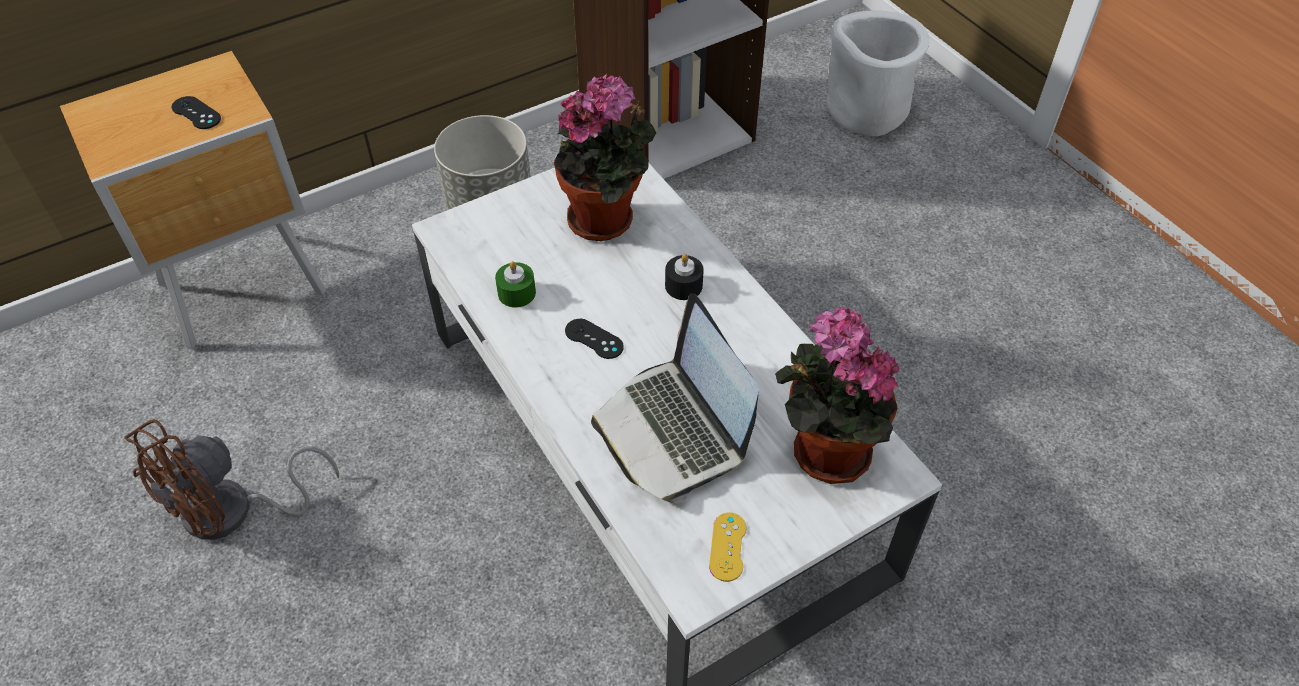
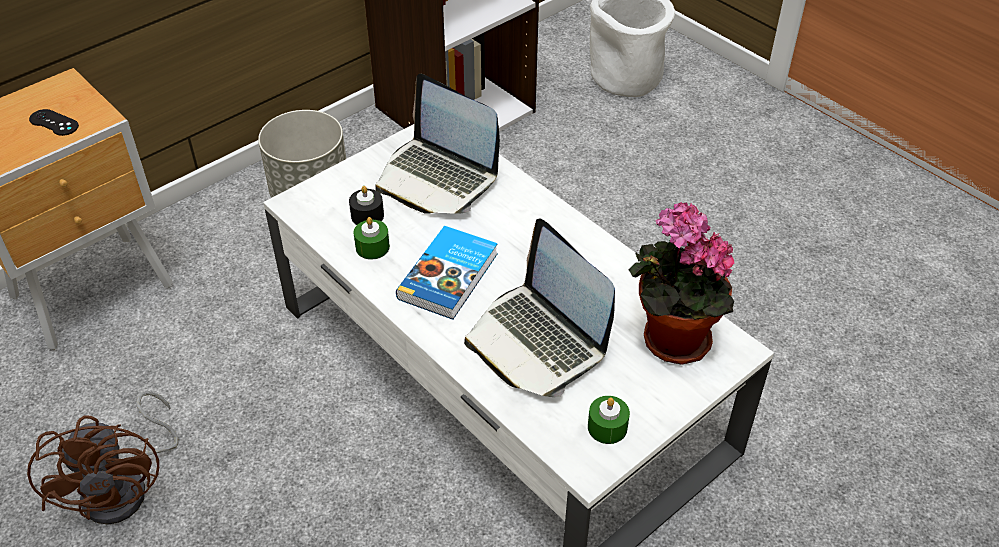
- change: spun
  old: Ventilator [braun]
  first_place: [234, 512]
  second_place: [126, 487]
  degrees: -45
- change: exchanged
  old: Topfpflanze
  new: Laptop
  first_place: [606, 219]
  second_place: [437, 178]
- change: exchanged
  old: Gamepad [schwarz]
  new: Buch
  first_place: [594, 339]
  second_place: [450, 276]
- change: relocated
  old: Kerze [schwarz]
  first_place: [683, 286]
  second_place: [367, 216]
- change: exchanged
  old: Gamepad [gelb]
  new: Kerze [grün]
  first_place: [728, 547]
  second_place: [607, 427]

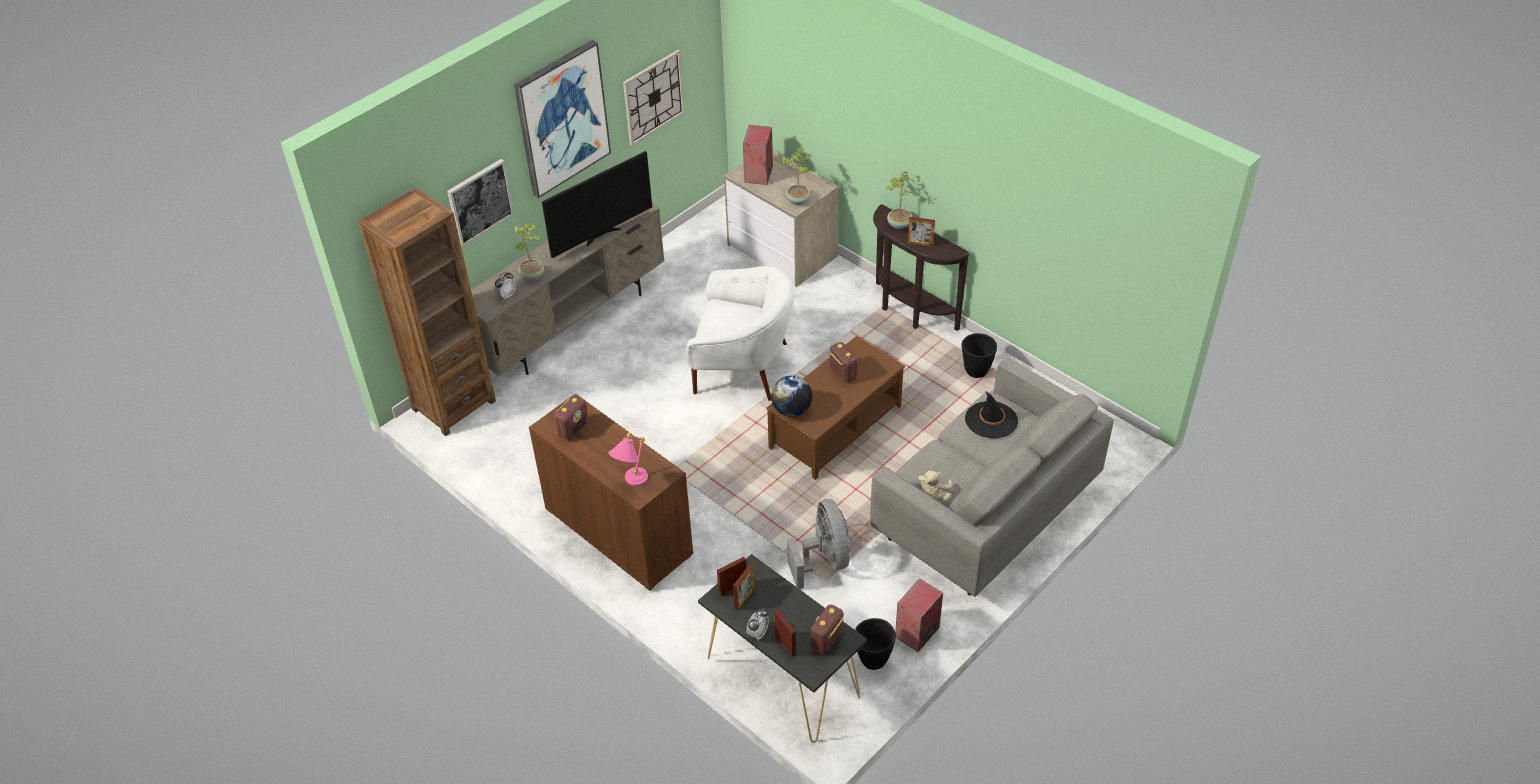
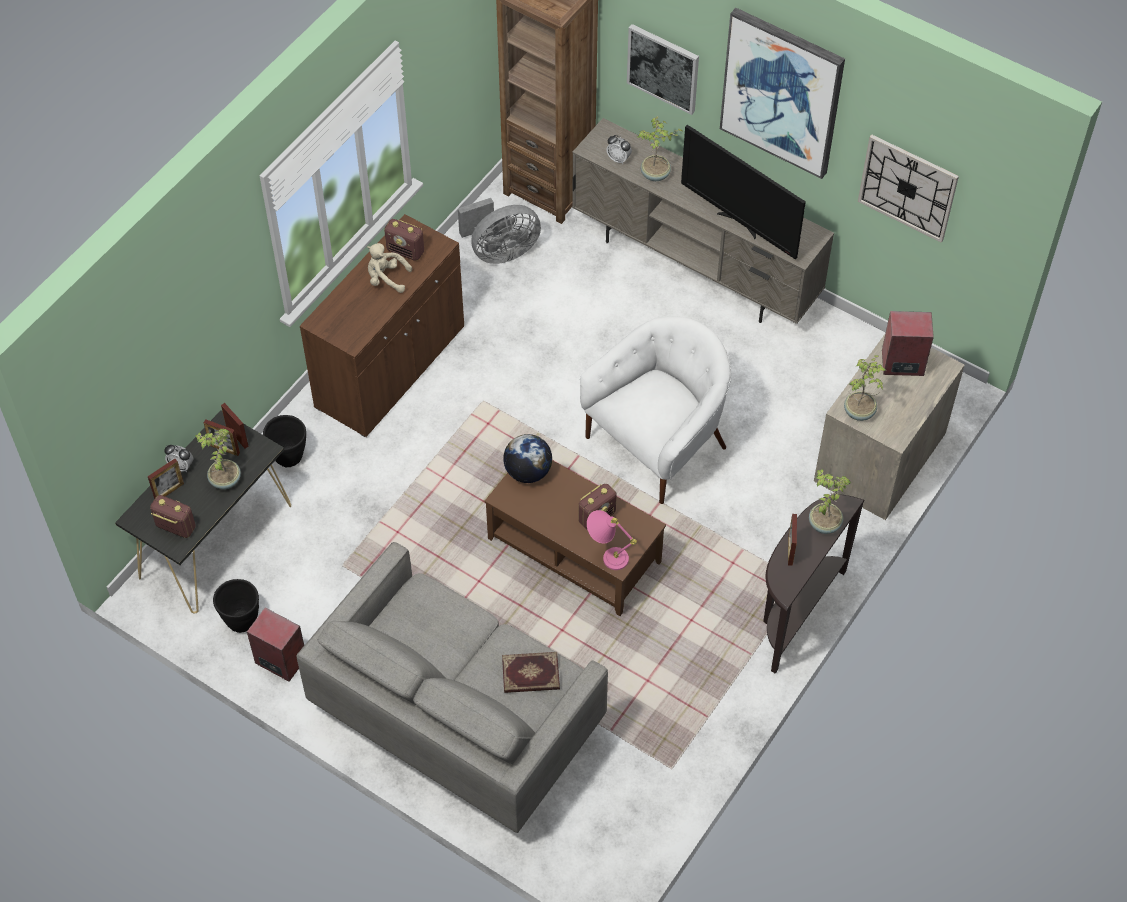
- change: relocated
  old: Tischlampe [rosa]
  first_place: [631, 483]
  second_place: [606, 556]
- change: spun
  old: Sessel [weiß]
  first_place: [742, 367]
  second_place: [658, 442]
  degrees: -135
- change: relocated
  old: Ventilator [grau]
  first_place: [824, 560]
  second_place: [500, 251]
- change: relocated
  old: Plüschtier [beige]
  first_place: [933, 496]
  second_place: [386, 278]
- change: relocated
  old: Pflanzkübel [schwarz]
  first_place: [976, 371]
  second_place: [289, 457]
- change: exchanged
  old: Hut [schwarz]
  new: Buch
  first_place: [991, 420]
  second_place: [530, 675]
- change: appeared
  new: Topfpflanze
  second_place: [224, 480]

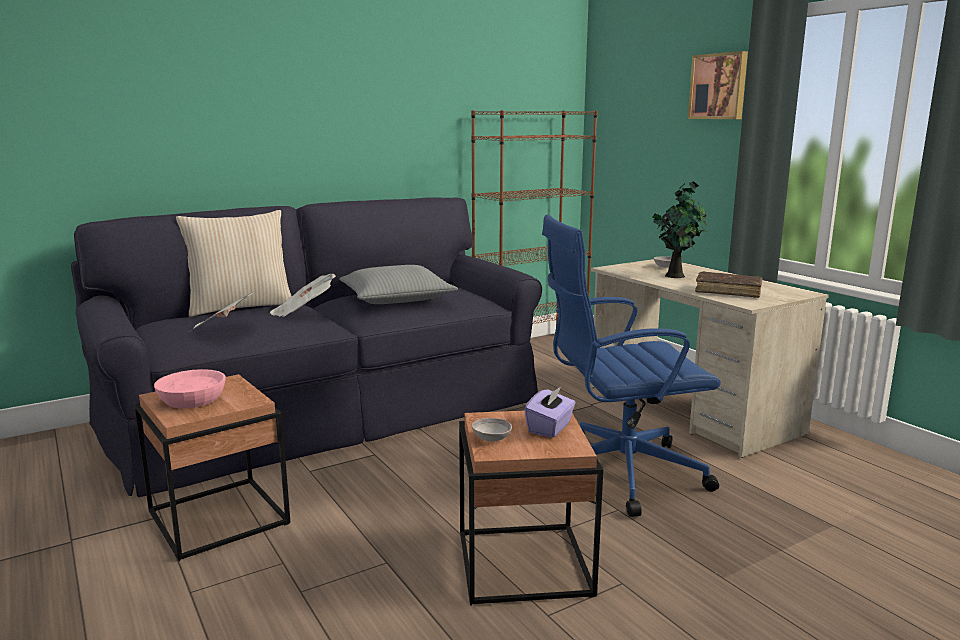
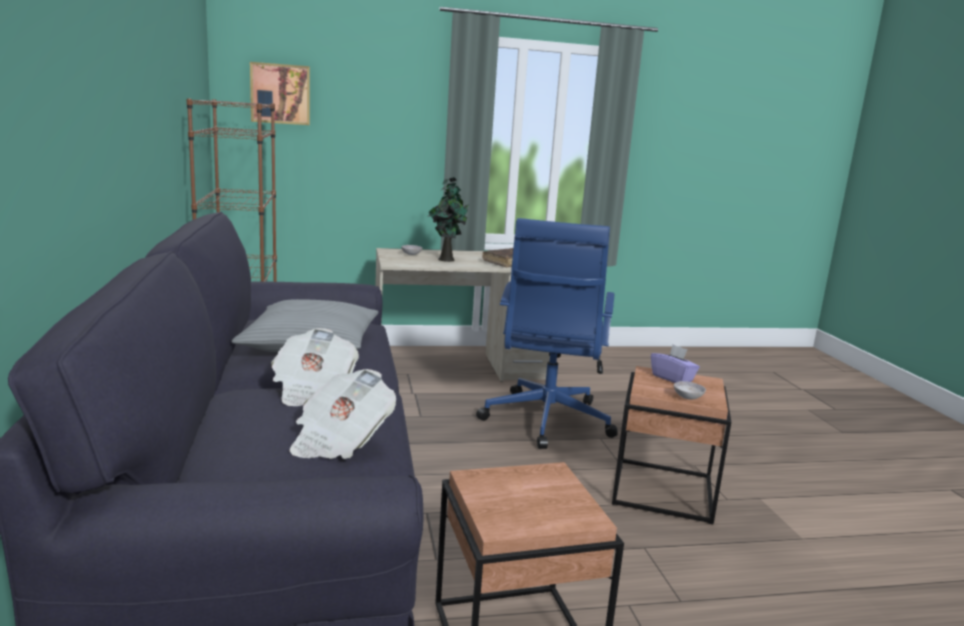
- change: missing
  old: Schüssel [rosa]
  first_place: [193, 400]
- change: missing
  old: Kissen [beige]
  first_place: [240, 307]
- change: relocated
  old: Bild
  first_place: [719, 86]
  second_place: [280, 94]

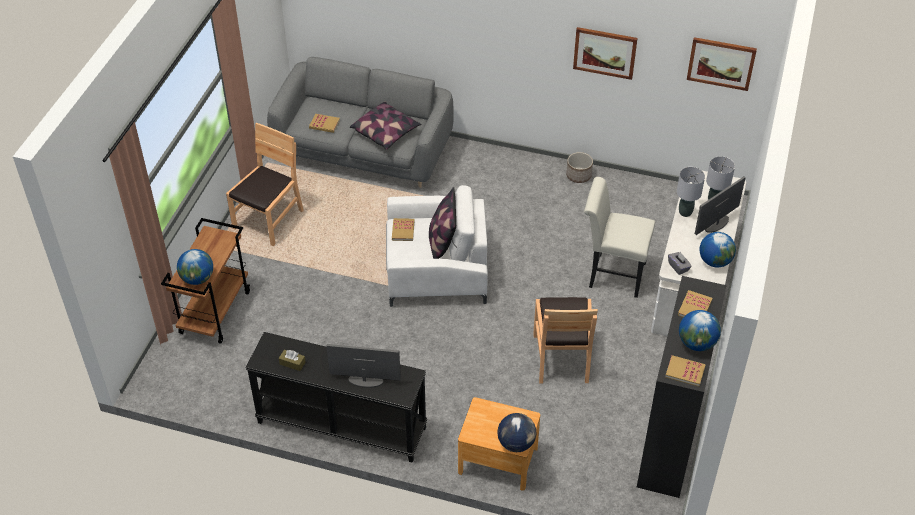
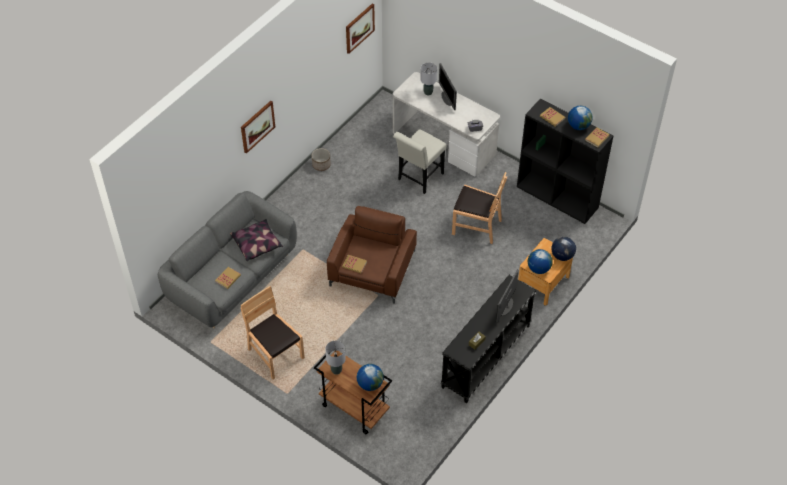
- change: colour
  old: Sessel [weiß]
  new: Sessel [braun]
  first_place: [436, 270]
  second_place: [372, 268]
- change: missing
  old: Kissen
  first_place: [442, 242]
- change: relocated
  old: Bild
  first_place: [605, 52]
  second_place: [257, 126]
- change: relocated
  old: Tischlampe [grau]
  first_place: [685, 212]
  second_place: [336, 370]
- change: relocated
  old: Globus
  first_place: [715, 261]
  second_place: [538, 269]

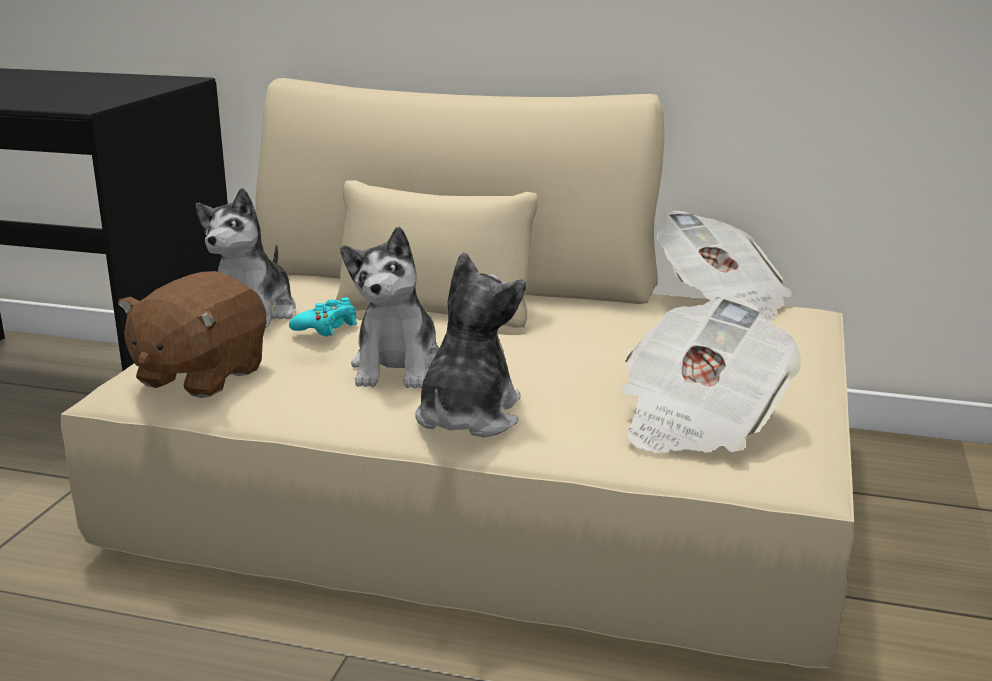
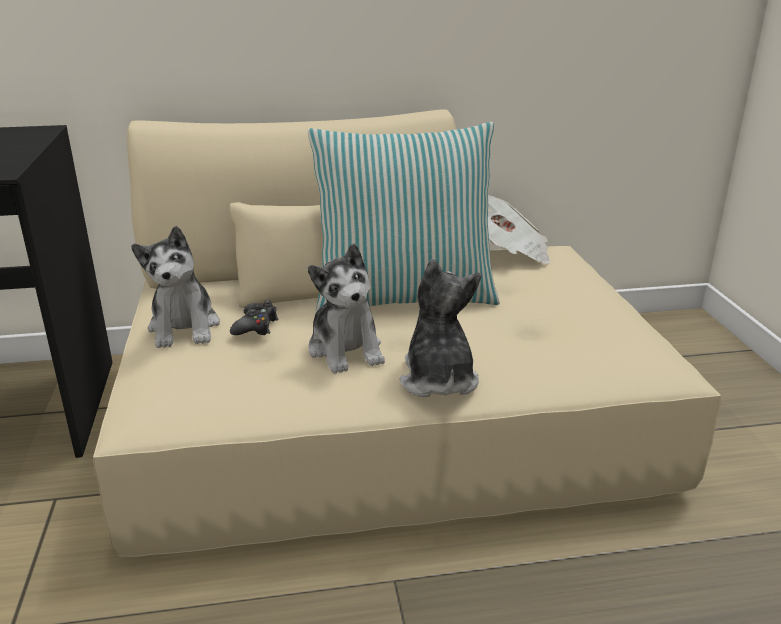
- change: missing
  old: Plüschtier [braun]
  first_place: [199, 376]
- change: colour
  old: Gamepad [türkis]
  new: Gamepad [schwarz]
  first_place: [326, 327]
  second_place: [256, 326]
- change: missing
  old: Zeitung
  first_place: [698, 421]
- change: appeared
  new: Kissen
  second_place: [404, 296]

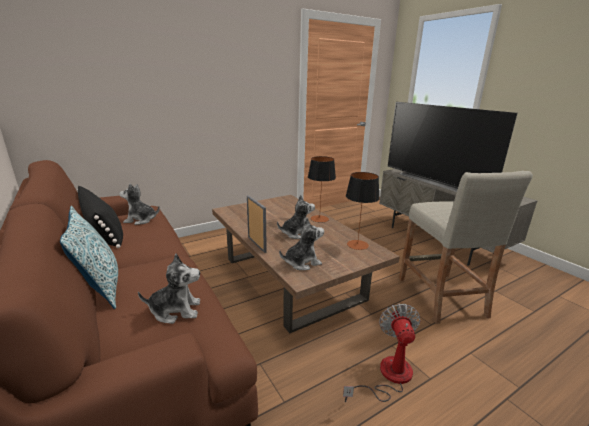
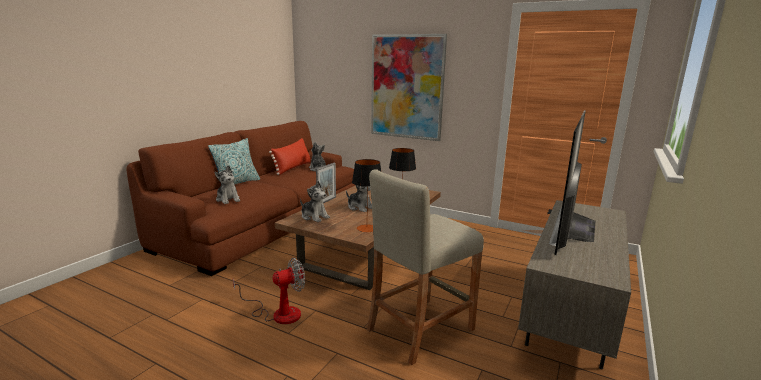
- change: colour
  old: Kissen [schwarz]
  new: Kissen [rot]
  first_place: [104, 232]
  second_place: [293, 168]
- change: appeared
  new: Bild
  second_place: [406, 87]

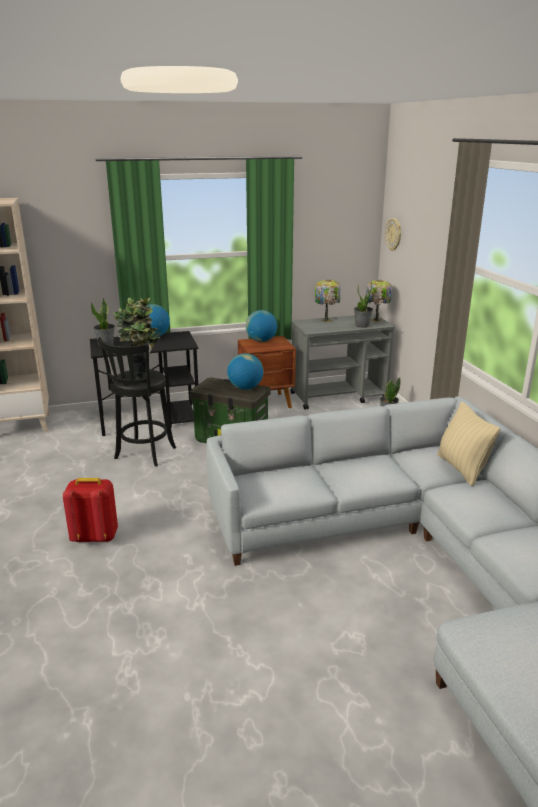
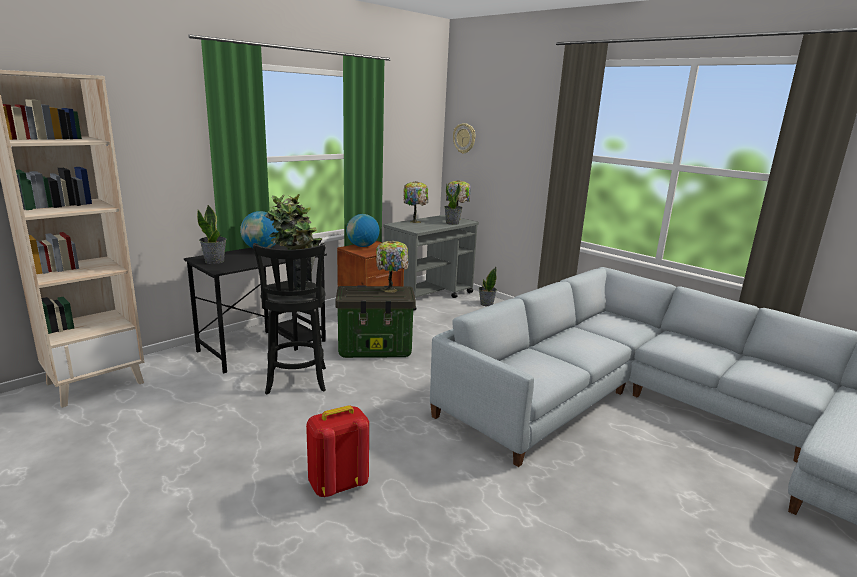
- change: exchanged
  old: Globus
  new: Tischlampe
  first_place: [245, 388]
  second_place: [391, 290]
- change: missing
  old: Kissen [beige]
  first_place: [462, 469]

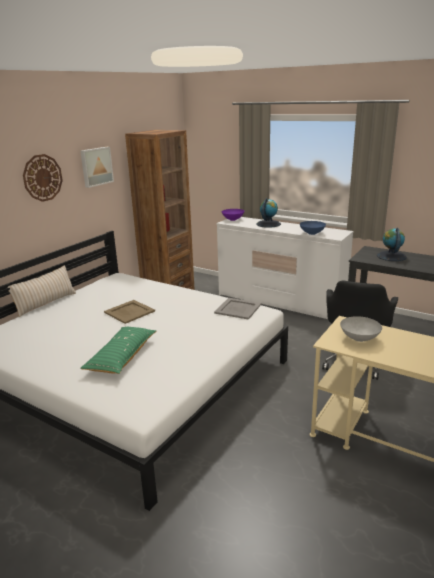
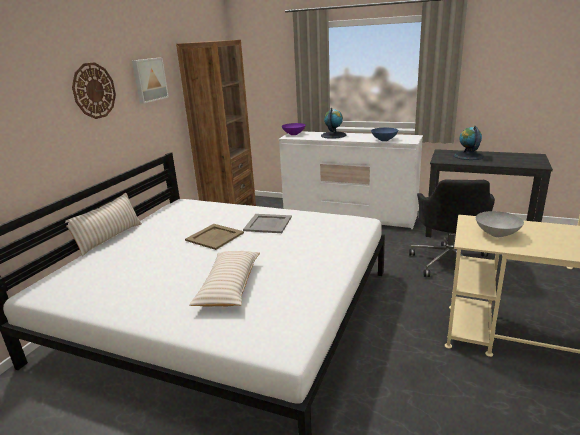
- change: colour
  old: Kissen [grün]
  new: Kissen [beige]
  first_place: [122, 357]
  second_place: [229, 286]
- change: relocated
  old: Tablett [grau]
  first_place: [238, 309]
  second_place: [268, 224]

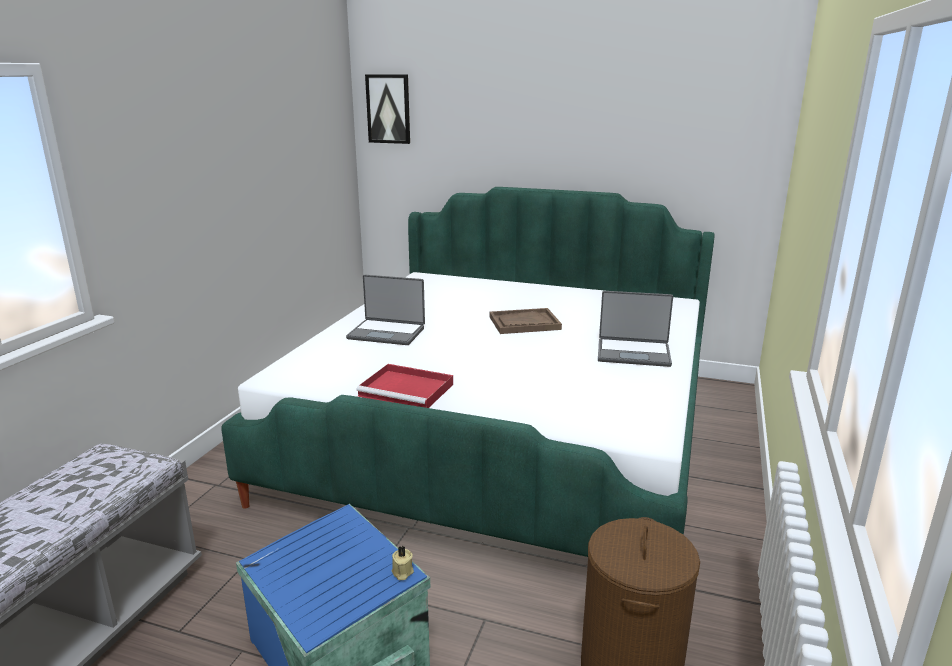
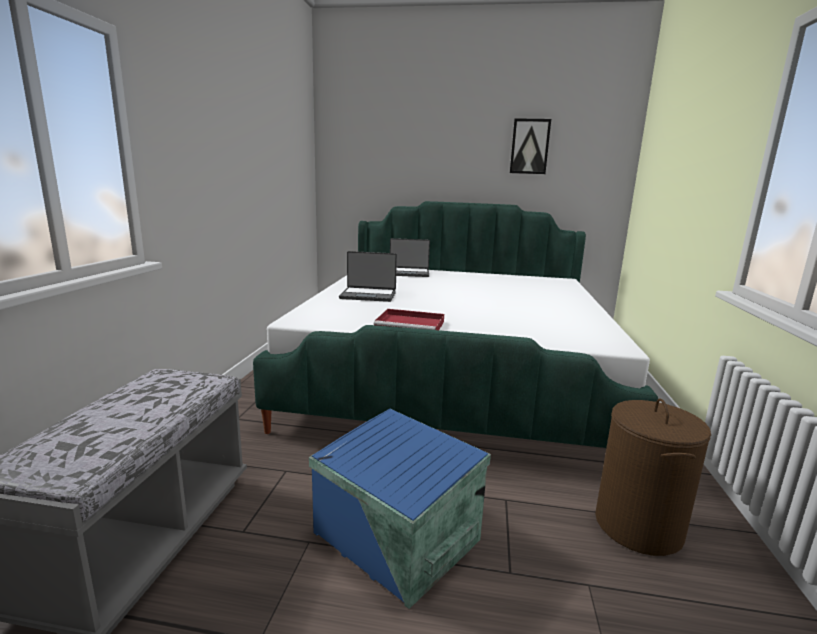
- change: relocated
  old: Bild
  first_place: [388, 109]
  second_place: [529, 146]
- change: missing
  old: Kerze [beige]
  first_place: [402, 572]
- change: missing
  old: Tablett [braun]
  first_place: [524, 323]
- change: relocated
  old: Laptop
  first_place: [633, 353]
  second_place: [408, 273]

